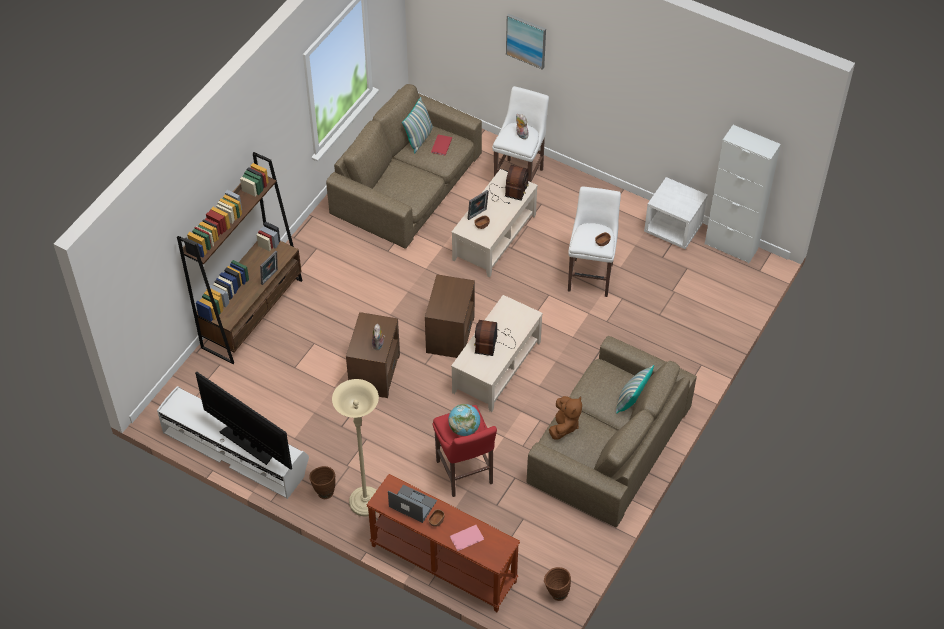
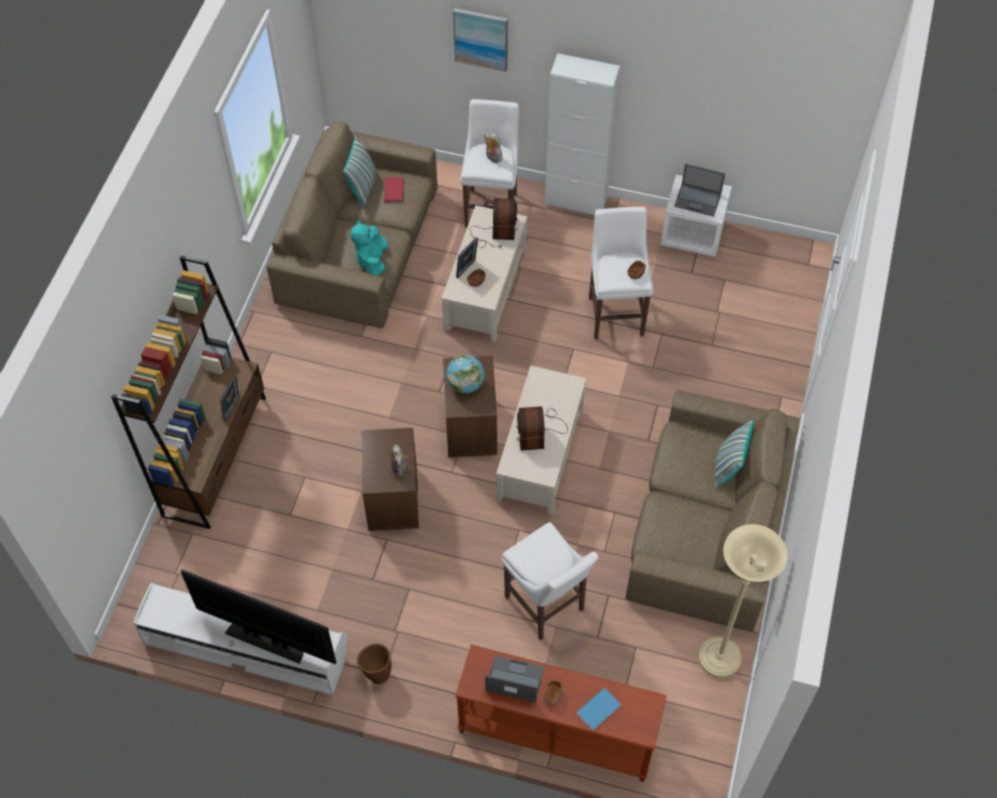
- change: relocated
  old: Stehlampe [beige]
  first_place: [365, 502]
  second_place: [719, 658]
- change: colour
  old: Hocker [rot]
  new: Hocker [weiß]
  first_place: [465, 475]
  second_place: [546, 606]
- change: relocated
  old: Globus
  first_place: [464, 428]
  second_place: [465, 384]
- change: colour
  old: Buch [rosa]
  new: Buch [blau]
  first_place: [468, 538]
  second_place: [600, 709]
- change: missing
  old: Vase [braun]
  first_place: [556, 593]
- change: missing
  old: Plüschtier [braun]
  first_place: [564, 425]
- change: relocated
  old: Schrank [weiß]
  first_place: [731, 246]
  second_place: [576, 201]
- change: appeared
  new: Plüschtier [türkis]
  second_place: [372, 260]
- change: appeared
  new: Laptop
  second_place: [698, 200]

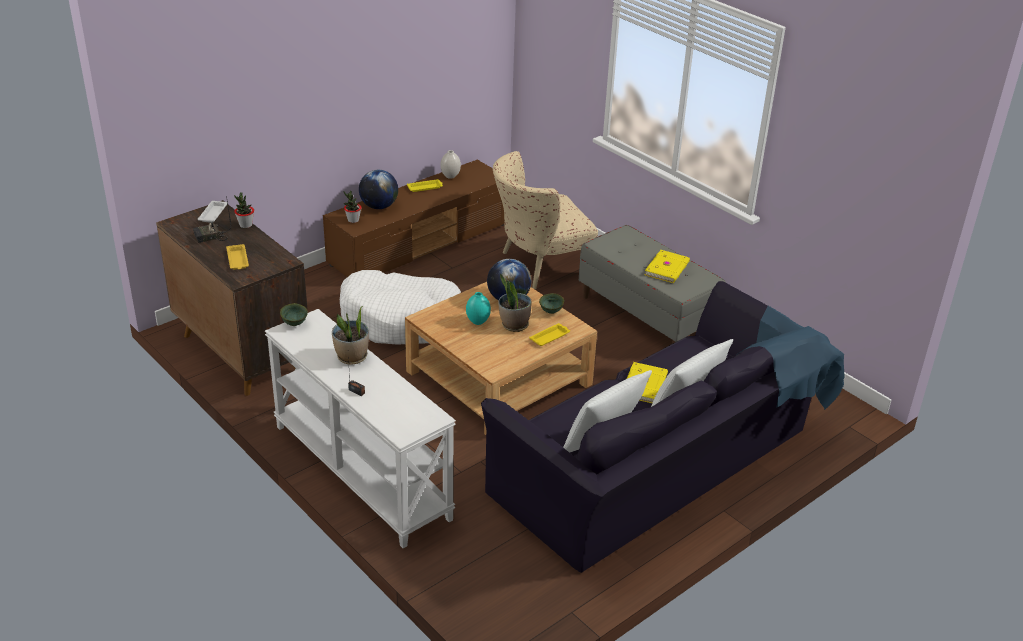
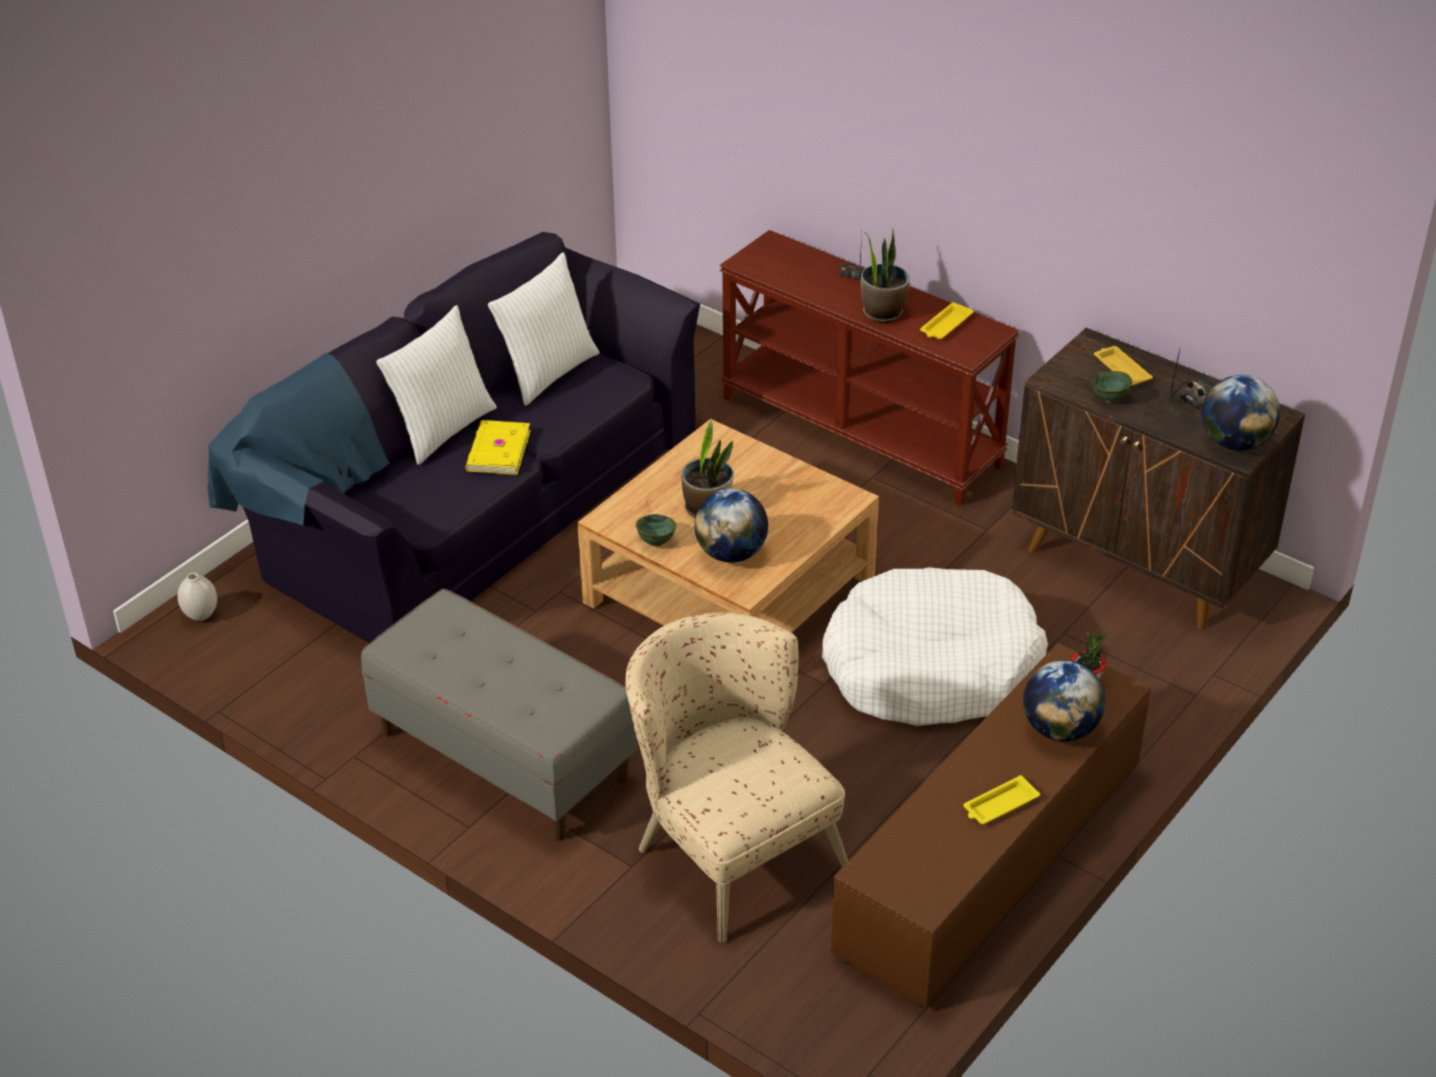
- change: exchanged
  old: Tablett [weiß]
  new: Globus
  first_place: [213, 214]
  second_place: [1235, 443]
- change: missing
  old: Topfpflanze
  first_place: [245, 225]
- change: colour
  old: Konsolentisch [weiß]
  new: Konsolentisch [braun]
  first_place: [359, 472]
  second_place: [862, 431]
- change: relocated
  old: Schüssel [grün]
  first_place: [295, 323]
  second_place: [1109, 399]
- change: relocated
  old: Vase [weiß]
  first_place: [450, 176]
  second_place: [201, 615]
- change: missing
  old: Vase [türkis]
  first_place: [478, 321]
- change: spun
  old: Sessel [beige]
  first_place: [539, 265]
  second_place: [729, 845]
  degrees: -90
- change: relocated
  old: Tablett [gelb]
  first_place: [550, 337]
  second_place: [945, 326]
- change: missing
  old: Buch [gelb]
  first_place: [668, 269]

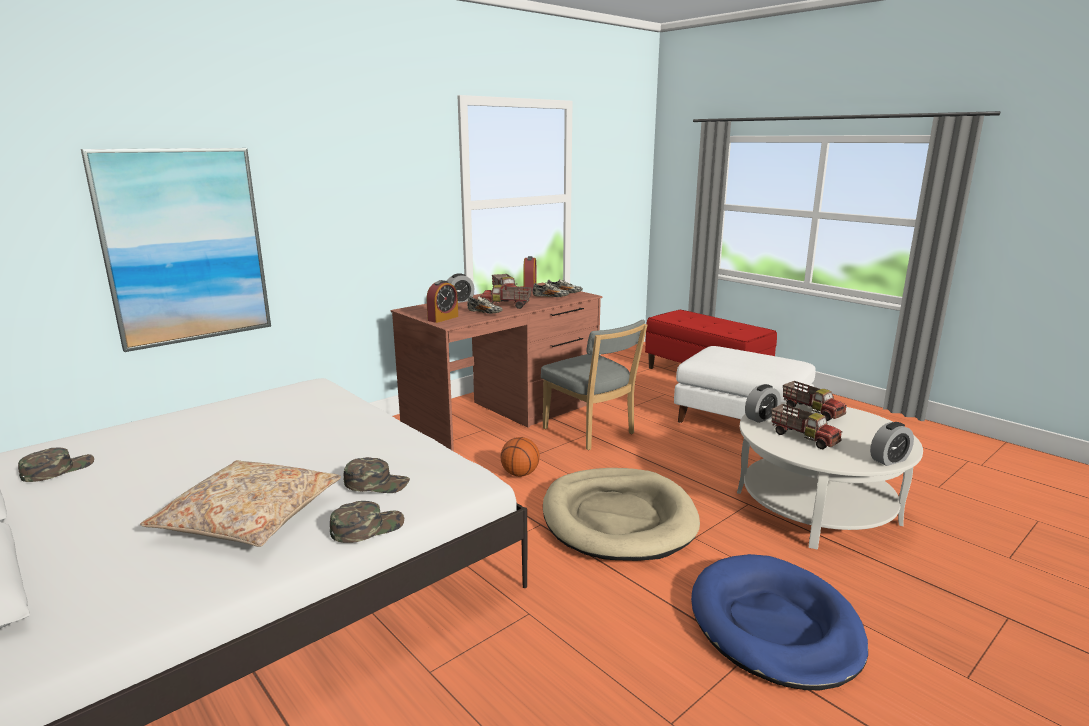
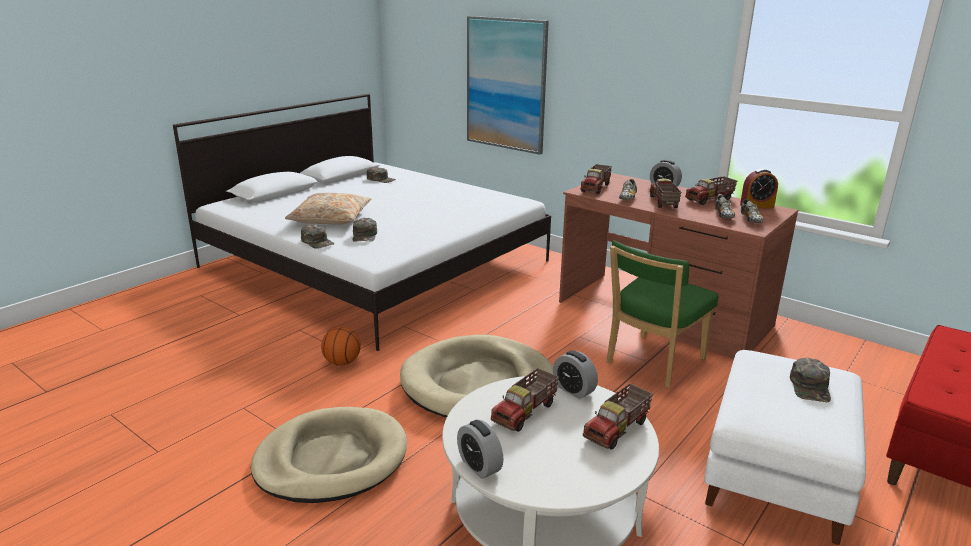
- change: exchanged
  old: Wecker
  new: Spielzeuglaster
  first_place: [443, 318]
  second_place: [596, 188]
- change: relocated
  old: Basketball
  first_place: [520, 474]
  second_place: [342, 362]
- change: colour
  old: Stuhl [grau]
  new: Stuhl [grün]
  first_place: [591, 432]
  second_place: [652, 363]
- change: colour
  old: Hundebett [blau]
  new: Hundebett [beige]
  first_place: [774, 625]
  second_place: [331, 459]
- change: appeared
  new: Kappe [grün]
  second_place: [810, 387]

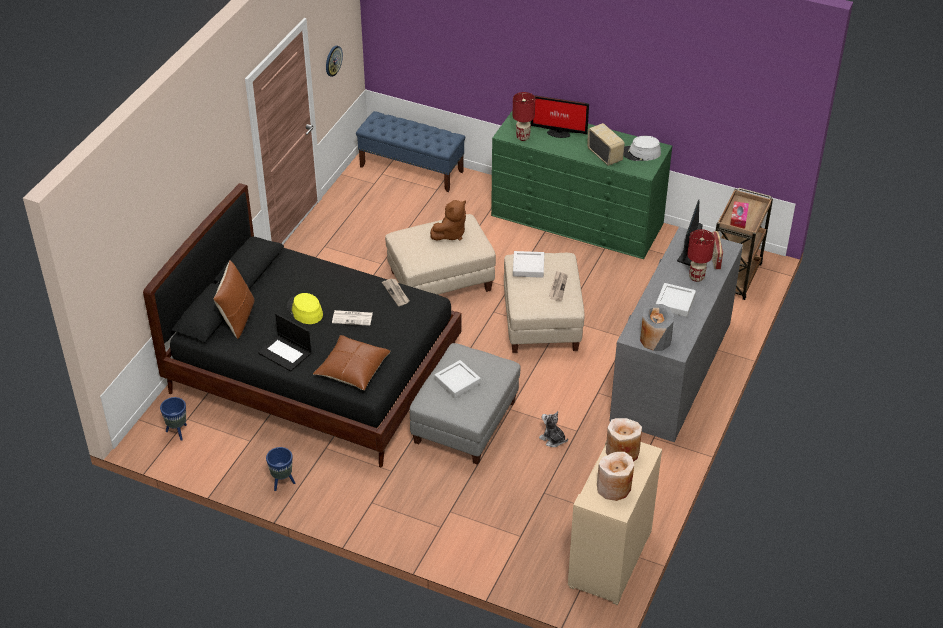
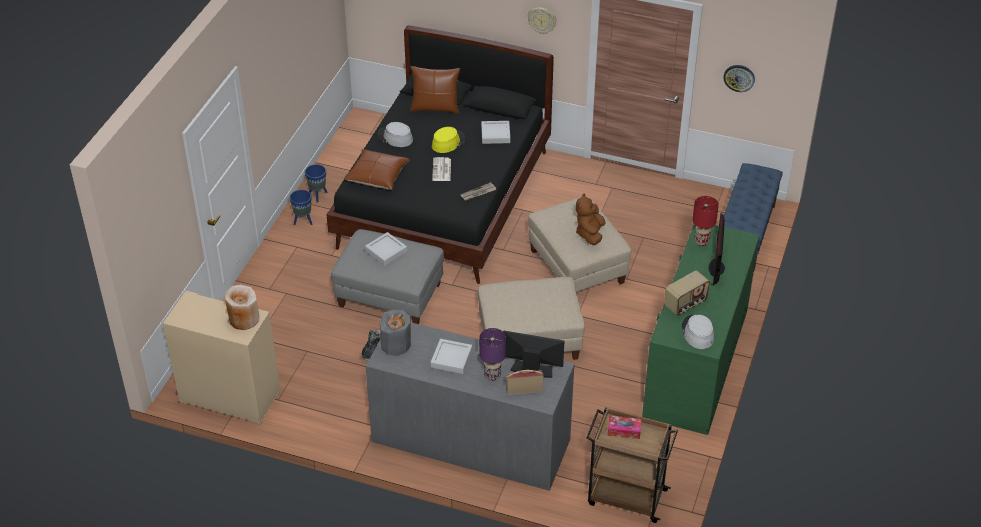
- change: relocated
  old: Pflanzkübel [blau]
  first_place: [177, 432]
  second_place: [303, 221]
- change: exchanged
  old: Laptop
  new: Hut [grau]
  first_place: [285, 353]
  second_place: [395, 137]
- change: spun
  old: Plüschtier [braun]
  first_place: [450, 234]
  second_place: [590, 234]
  degrees: 60
- change: relocated
  old: Tablett [grau]
  first_place: [528, 267]
  second_place: [495, 134]
- change: missing
  old: Zeitung
  first_place: [558, 287]
- change: missing
  old: Vase [beige]
  first_place: [614, 488]
- change: colour
  old: Tischlampe [rot]
  new: Tischlampe [lila]
  first_place: [696, 277]
  second_place: [492, 376]
- change: appeared
  new: Wanduhr
  second_place: [542, 20]

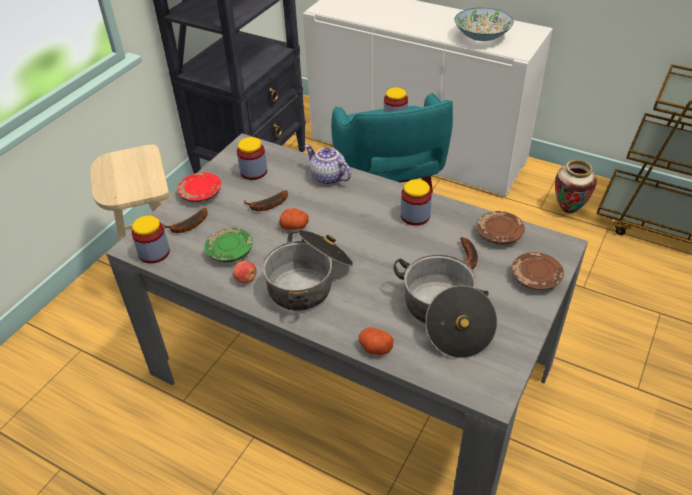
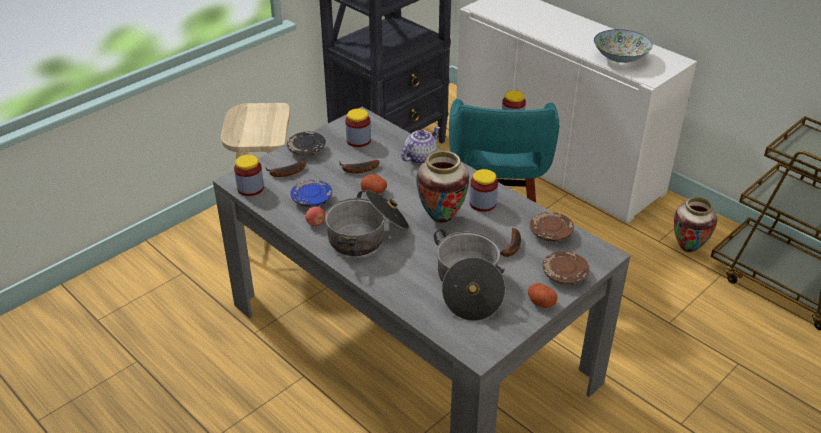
- change: colour
  old: Teller [rot]
  new: Teller [schwarz]
  first_place: [201, 194]
  second_place: [306, 150]
- change: colour
  old: Teller [grün]
  new: Teller [blau]
  first_place: [230, 252]
  second_place: [311, 200]
- change: spun
  old: Teekanne
  first_place: [327, 177]
  second_place: [420, 157]
  degrees: 75
- change: relocated
  old: Kartoffel
  first_place: [374, 347]
  second_place: [540, 302]
- change: appeared
  new: Vase
  second_place: [441, 218]

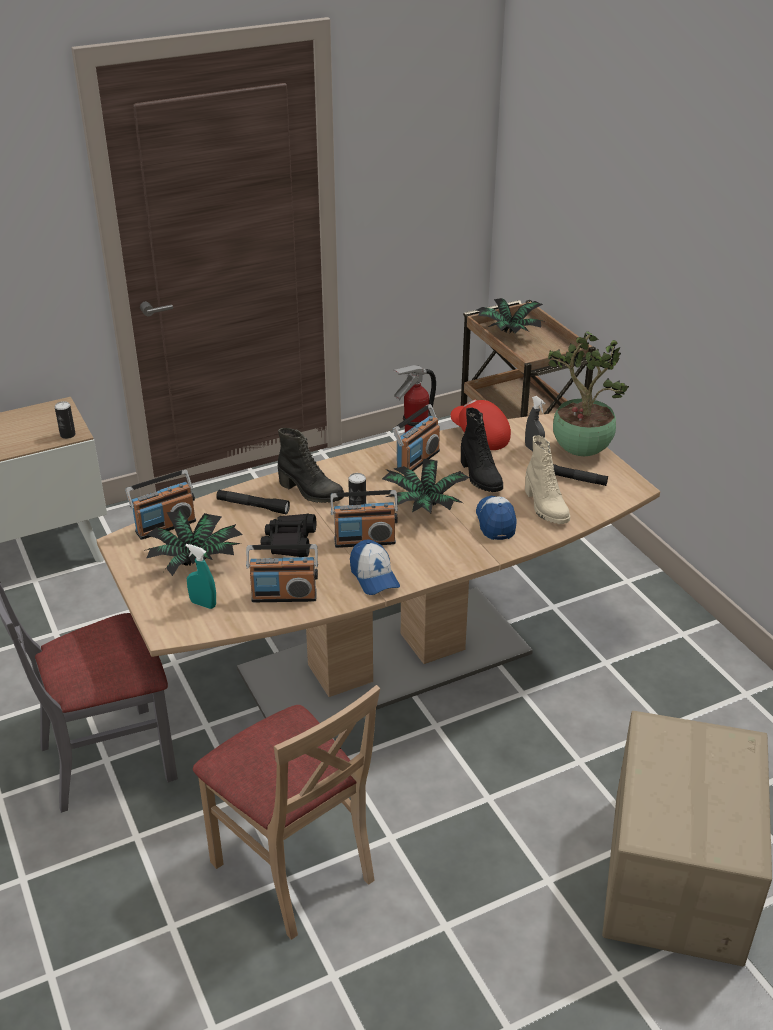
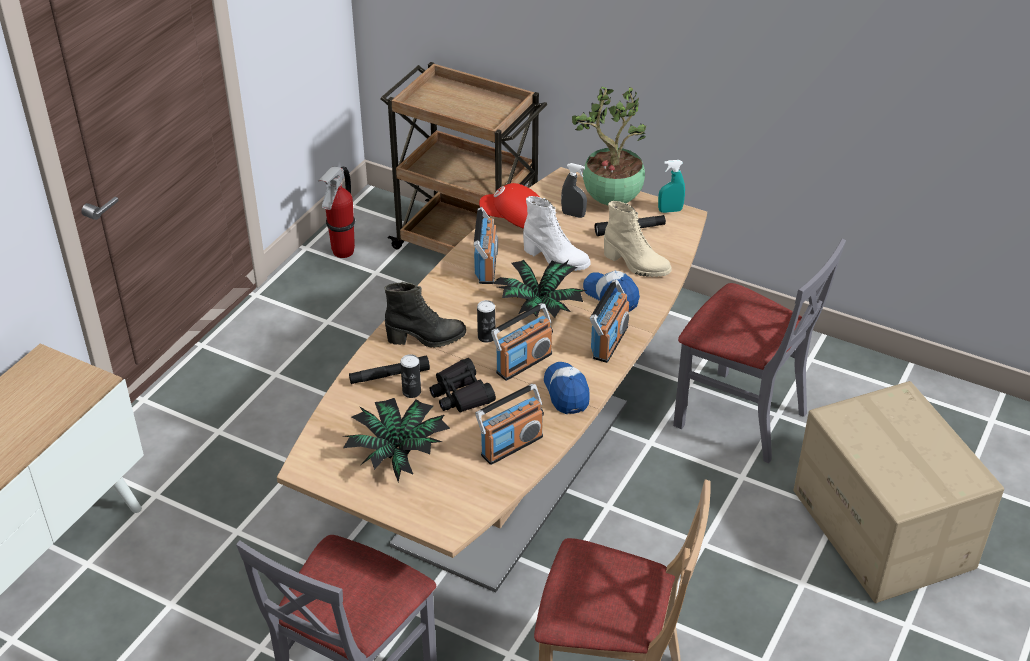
- change: relocated
  old: Dose
  first_place: [67, 435]
  second_place: [411, 392]
- change: relocated
  old: Radio
  first_place: [165, 526]
  second_place: [609, 342]
- change: relocated
  old: Sprühflasche [türkis]
  first_place: [203, 604]
  second_place: [670, 210]
- change: spun
  old: Kappe
  first_place: [374, 577]
  second_place: [566, 392]
  degrees: -135
- change: colour
  old: Stiefel [schwarz]
  new: Stiefel [weiß]
  first_place: [479, 477]
  second_place: [555, 259]
- change: missing
  old: Topfpflanze
  first_place: [508, 333]
- change: appeared
  new: Stuhl [grau]
  second_place: [741, 417]

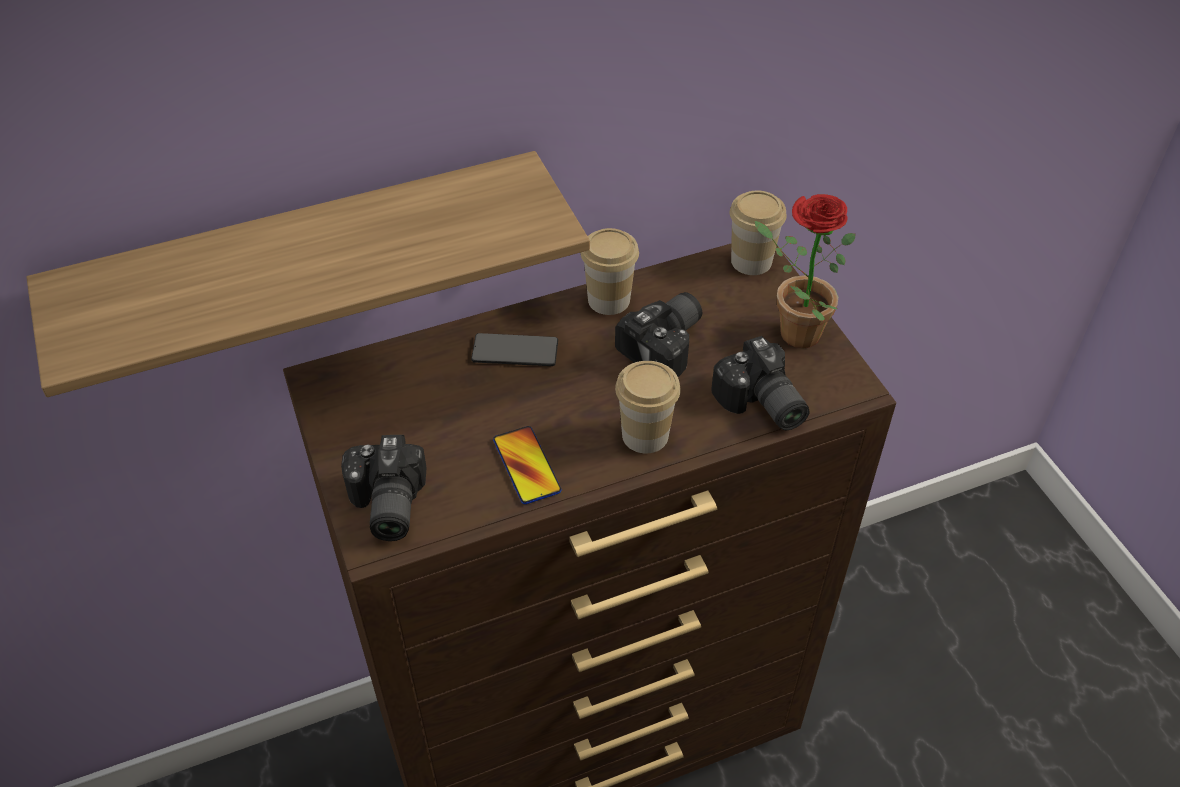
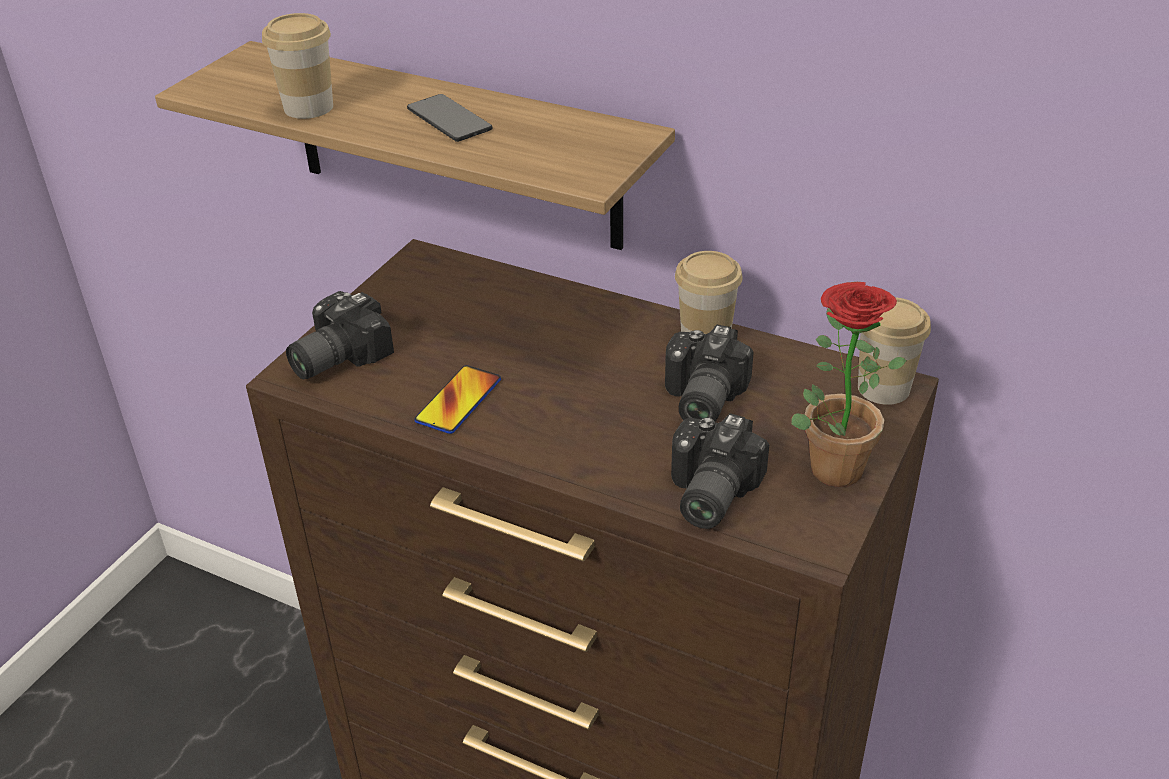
- change: relocated
  old: Handy
  first_place: [515, 351]
  second_place: [449, 120]
- change: spun
  old: Kamera
  first_place: [668, 346]
  second_place: [698, 399]
  degrees: 105
- change: relocated
  old: Tasse
  first_place: [645, 435]
  second_place: [308, 107]

